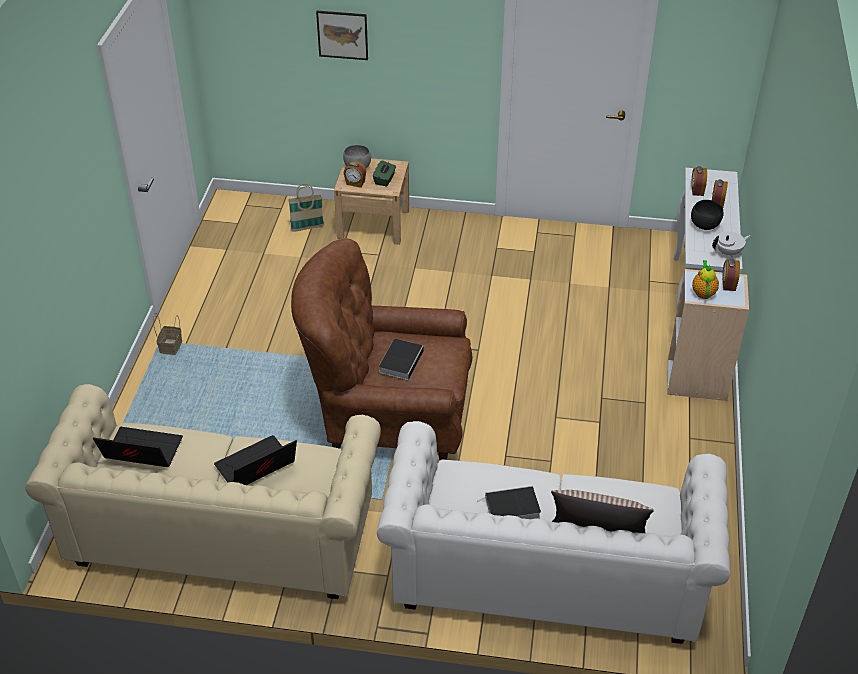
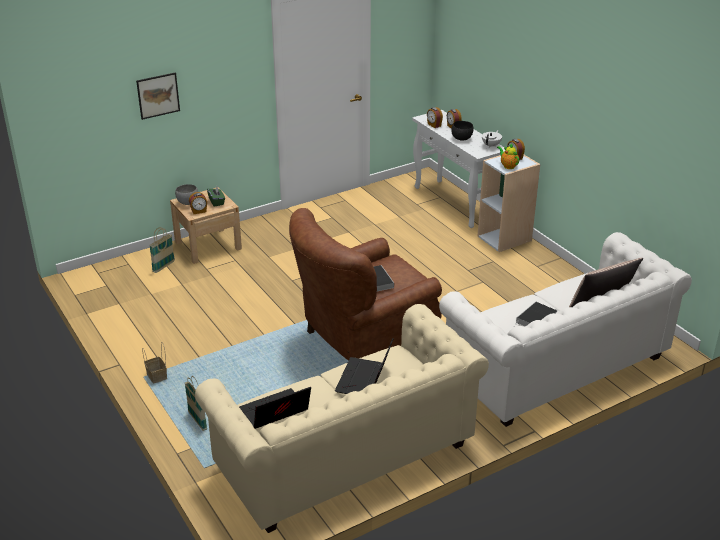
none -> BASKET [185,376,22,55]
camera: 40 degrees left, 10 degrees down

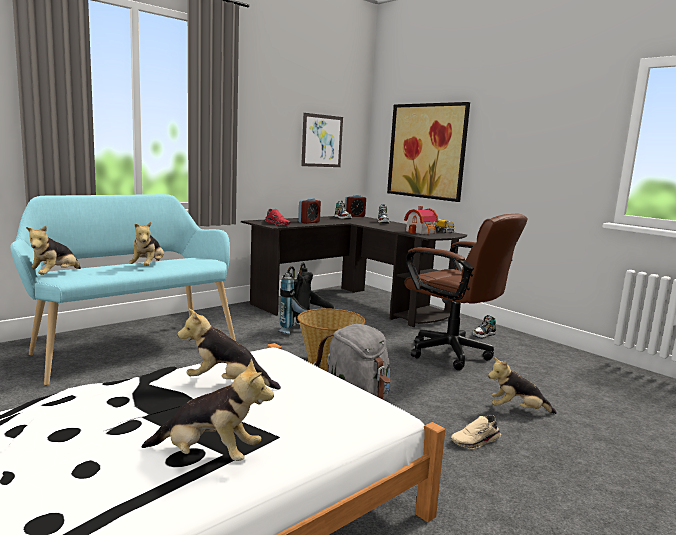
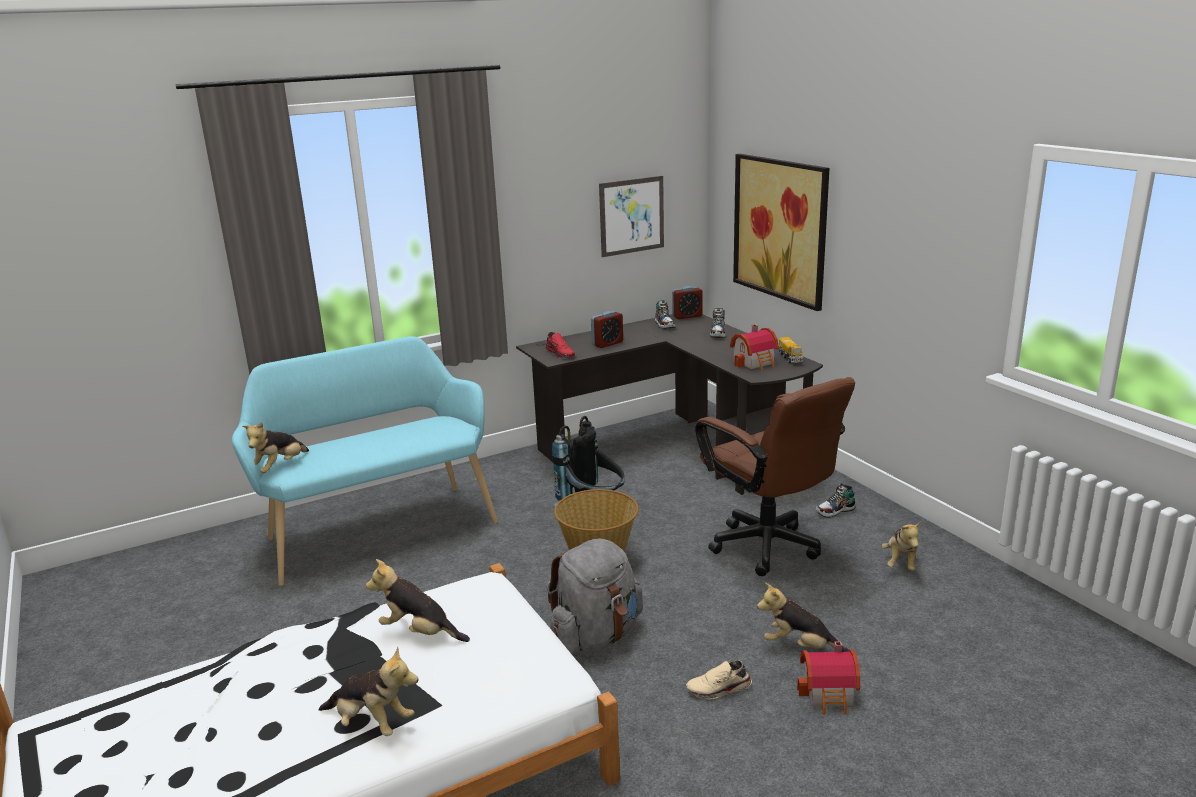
none -> TOY HOUSE [797,641,63,74]
PLUSH TOY [129,222,35,44] -> PLUSH TOY [882,521,39,50], relocated
camera: 15 degrees right, 10 degrees up

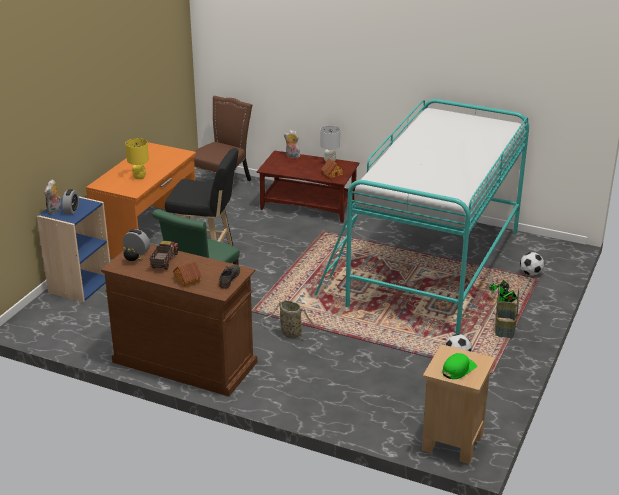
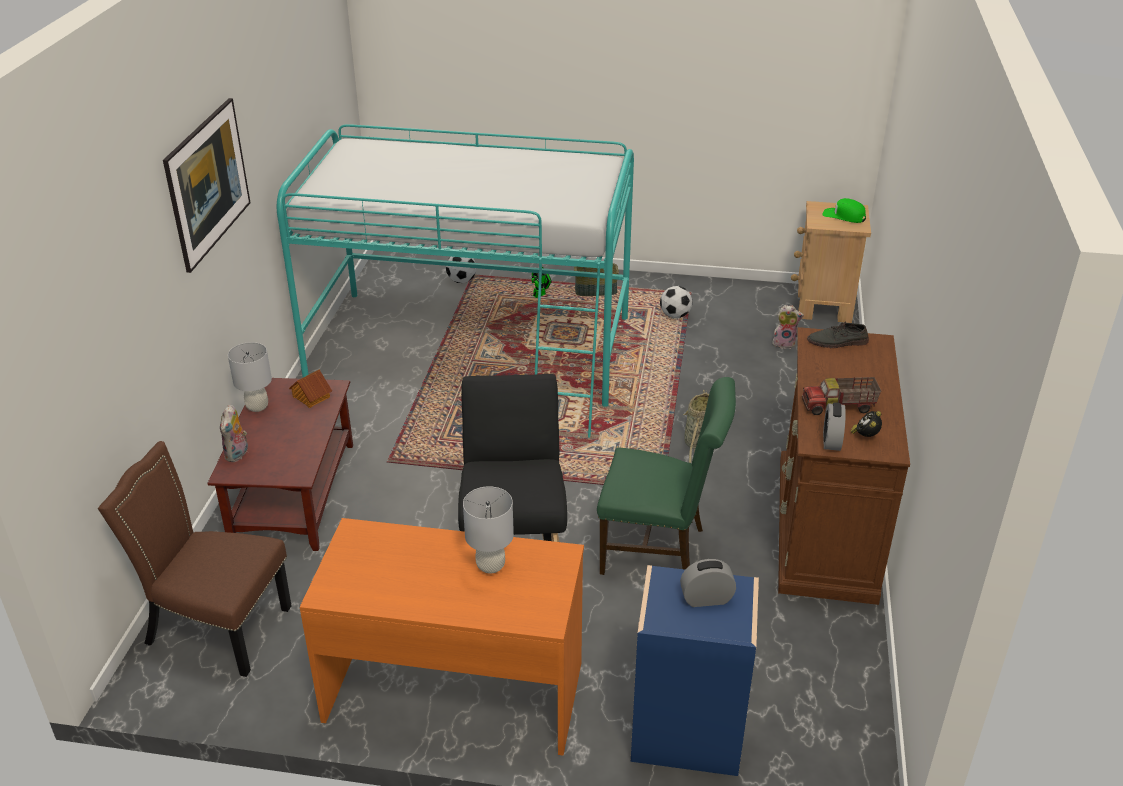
none -> PICTURE [163,98,87,175]
YELLOW TABLE LAMP [125,138,24,41] -> GREY TABLE LAMP [463,486,51,88]
PLUSH TOY [44,179,18,35] -> PLUSH TOY [772,305,32,44], relocated
TOY HOUSE [173,261,29,26] -> none
camera: 105 degrees left, 5 degrees up

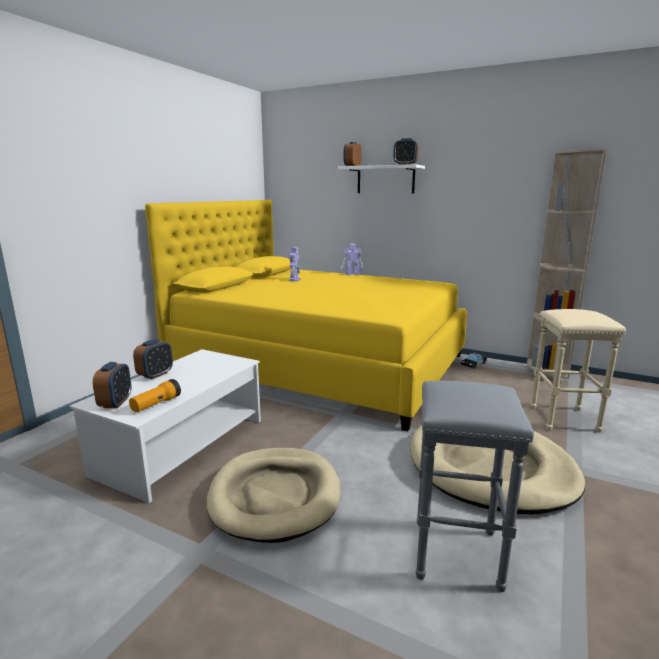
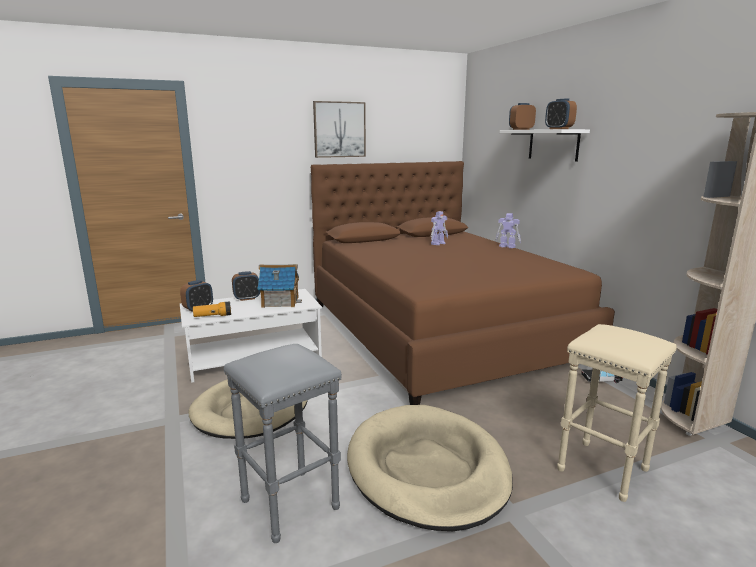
none -> TOY HOUSE [258,264,44,44]
YELLOW BED [145,200,322,232] -> BROWN BED [311,161,304,244]
none -> PICTURE [313,101,53,57]
camera: 40 degrees right, 0 degrees up

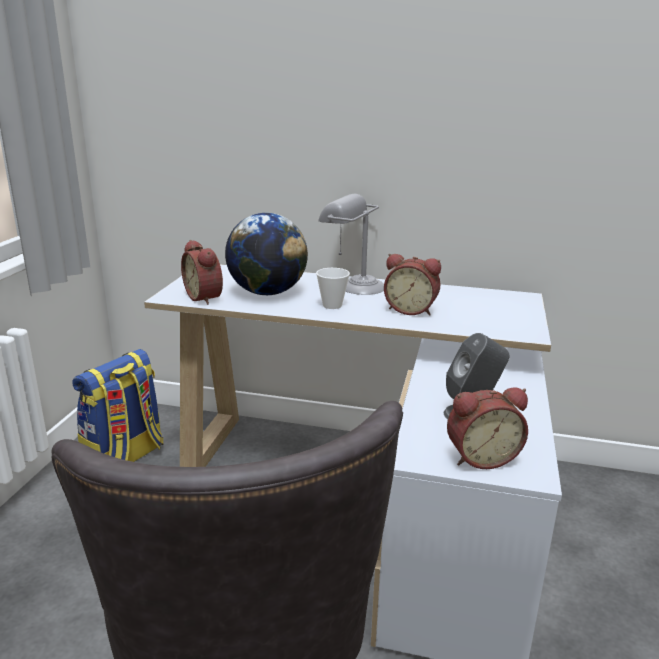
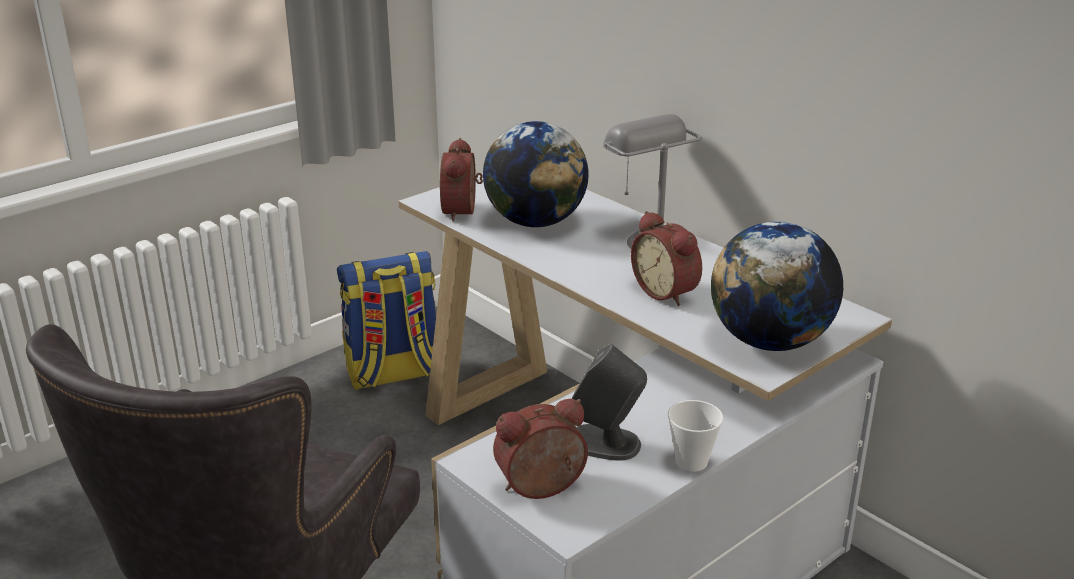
ALARM CLOCK [447,387,81,82] -> ALARM CLOCK [493,399,95,100], 135 degrees clockwise
CUP [316,268,34,41] -> CUP [668,400,56,72], relocated
none -> GLOBE [711,221,132,130]
camera: 35 degrees right, 5 degrees up

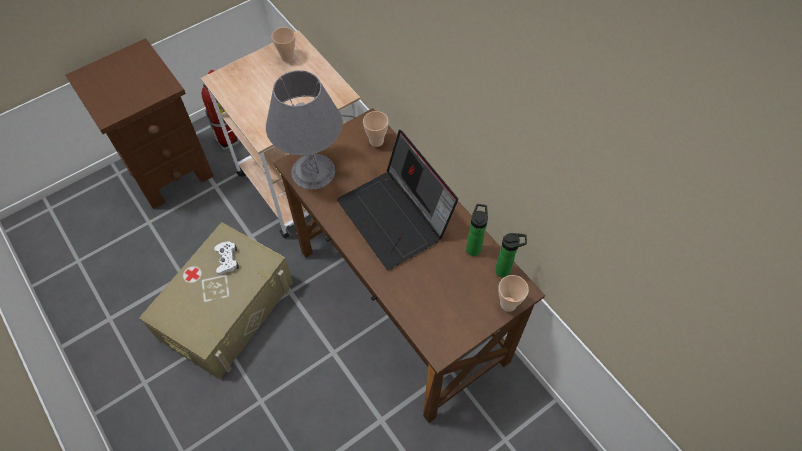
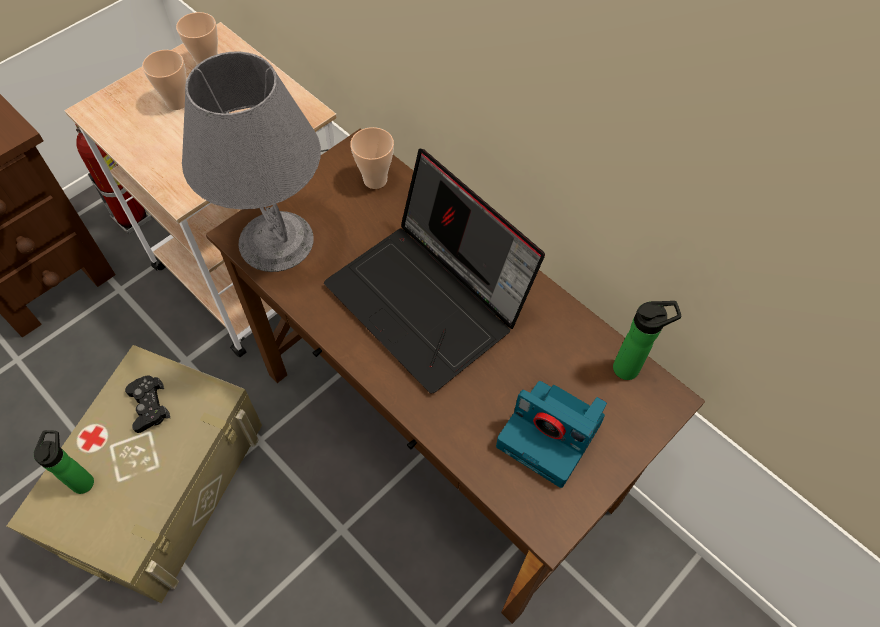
BOTTLE [466,204,22,52] -> BOTTLE [34,430,60,64], relocated
WHITE GAME CONTROLLER [214,241,25,34] -> BLACK GAME CONTROLLER [125,376,45,57]
CUP [498,275,31,37] -> CUP [142,50,44,60], relocated
none -> PHOTO CAMERA [496,381,111,107]
camera: 10 degrees left, 0 degrees up

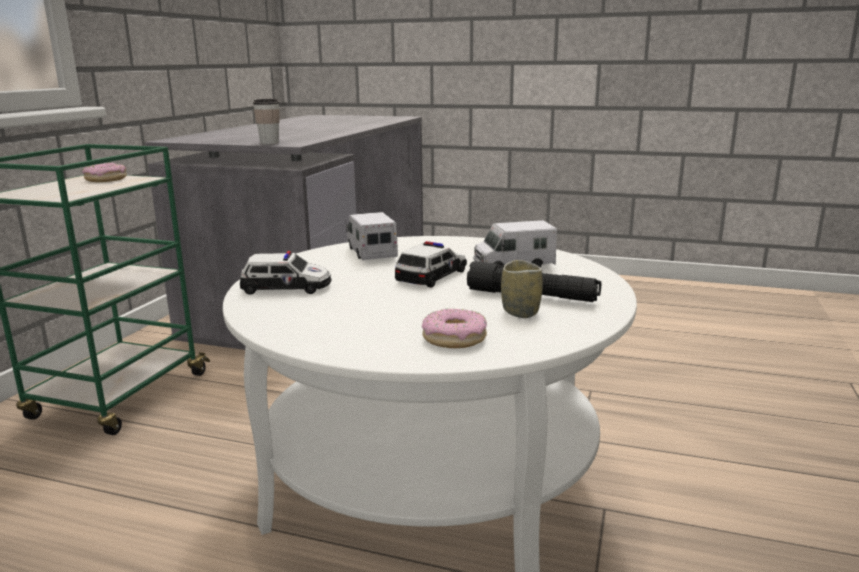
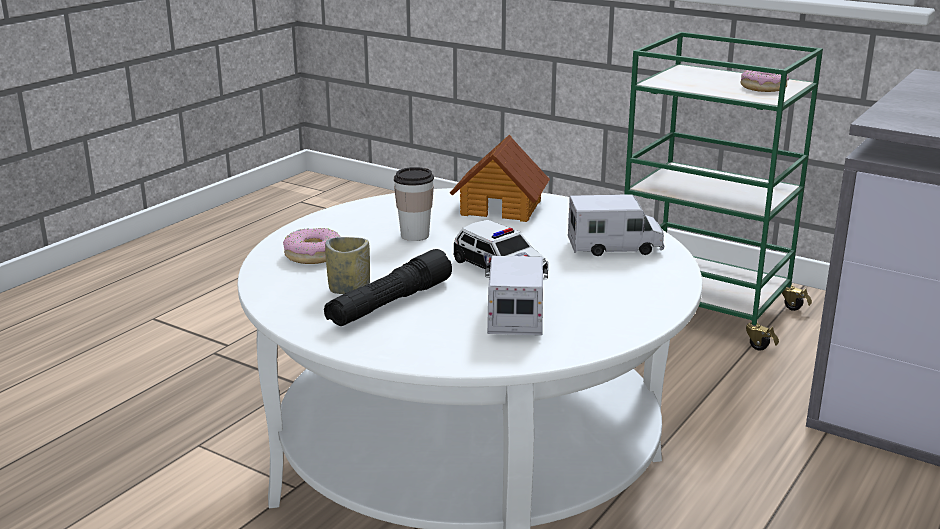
CUP [253,99,27,45] -> CUP [394,167,40,74], relocated
TOY CAR [240,251,91,44] -> TOY HOUSE [450,134,100,88]
camera: 105 degrees right, 5 degrees up

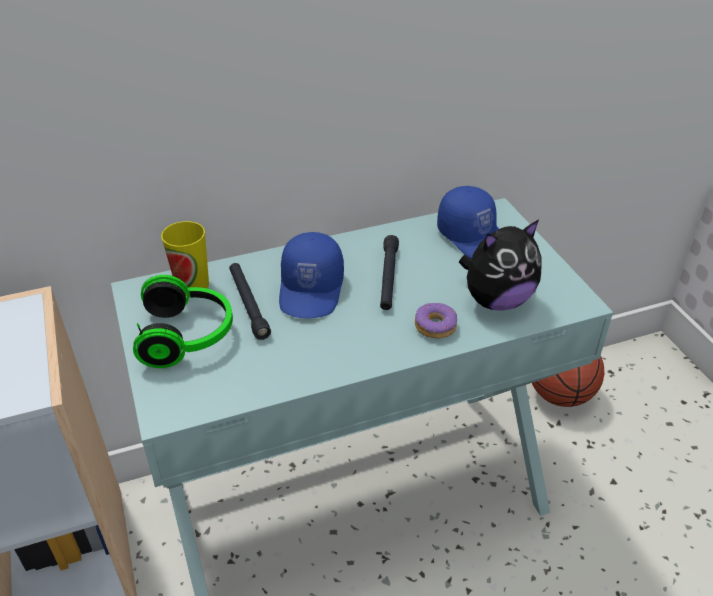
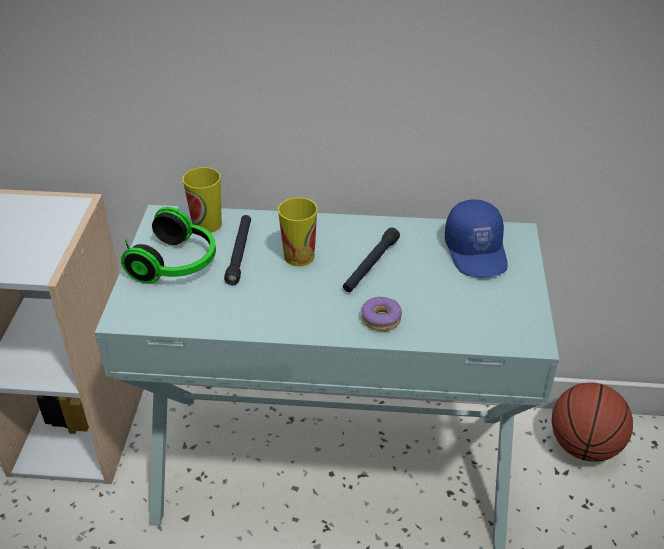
BLUE CAP [279,232,65,86] -> CUP [278,197,40,69]
PLUSH TOY [459,219,83,92] -> none
camera: 25 degrees right, 0 degrees up

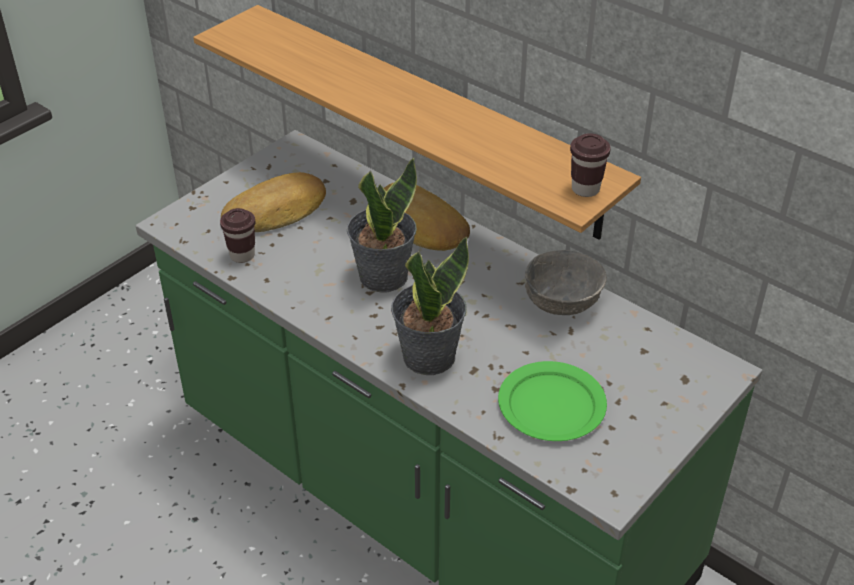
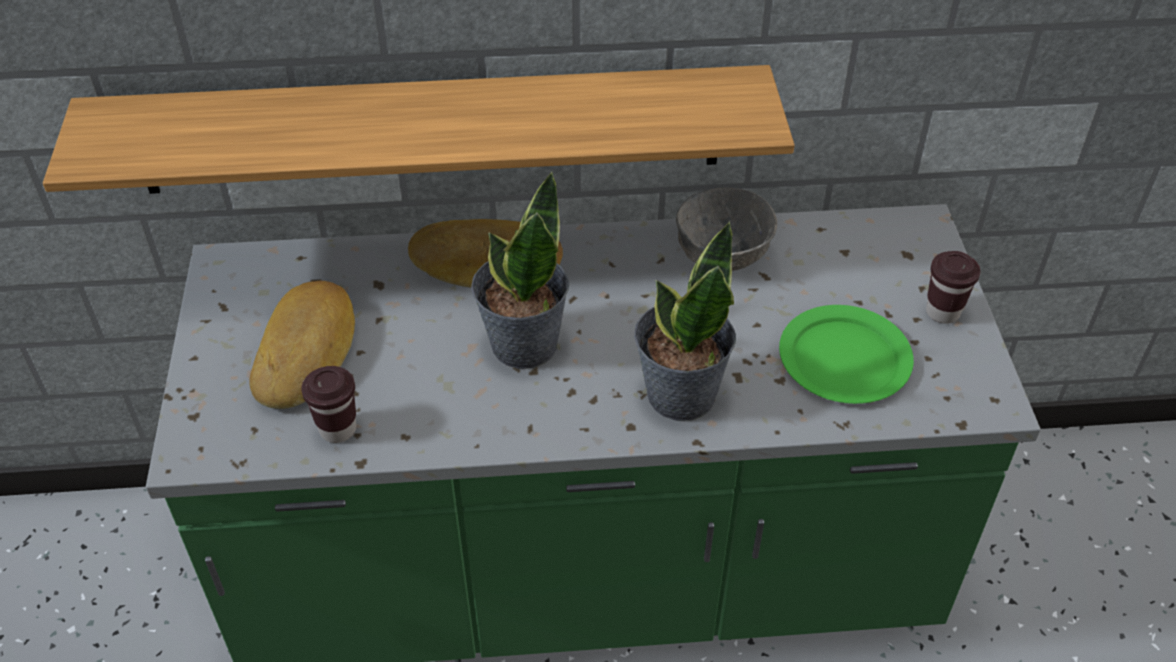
BROWN CUP [570,133,41,64] -> BROWN CUP [926,251,55,73], relocated
camera: 45 degrees left, 5 degrees up

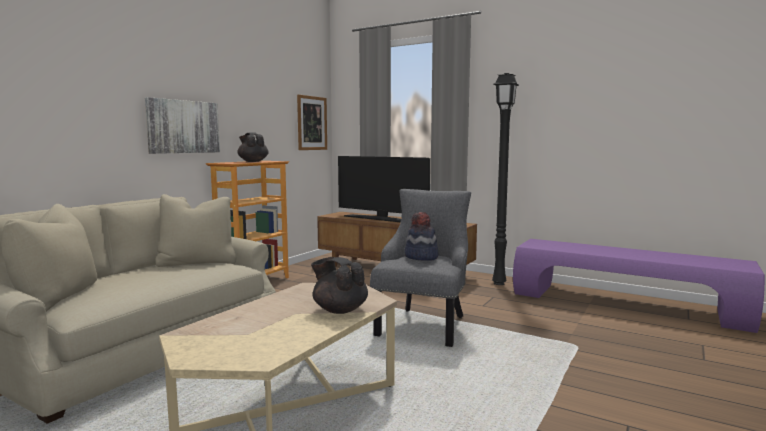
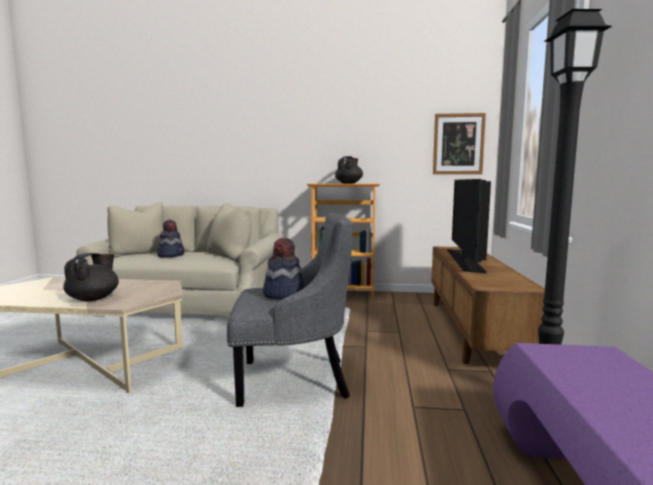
none -> HAT [157,220,27,38]
PICTURE [145,97,75,57] -> none
camera: 65 degrees right, 0 degrees up

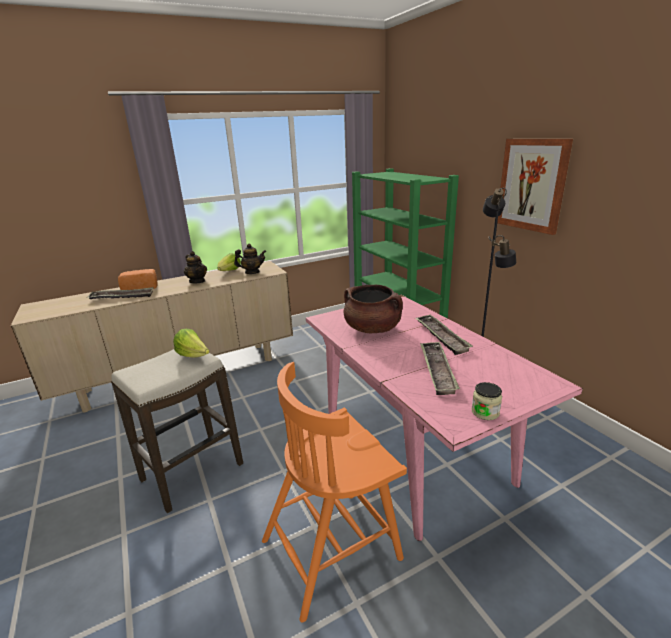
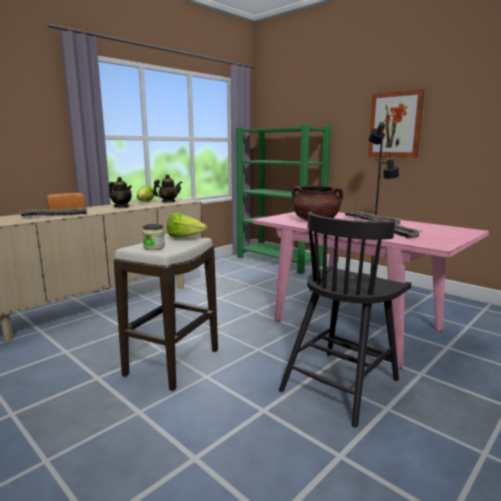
JAR [472,382,30,38] -> JAR [142,224,23,26], relocated
ORANGE CHAIR [262,362,145,260] -> BLACK CHAIR [279,211,132,217]
camera: 20 degrees left, 10 degrees down

